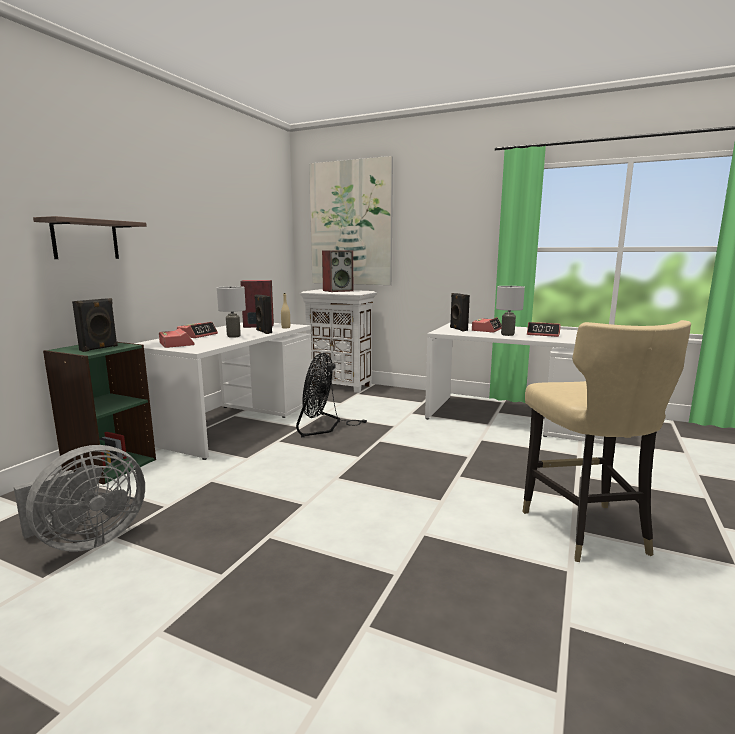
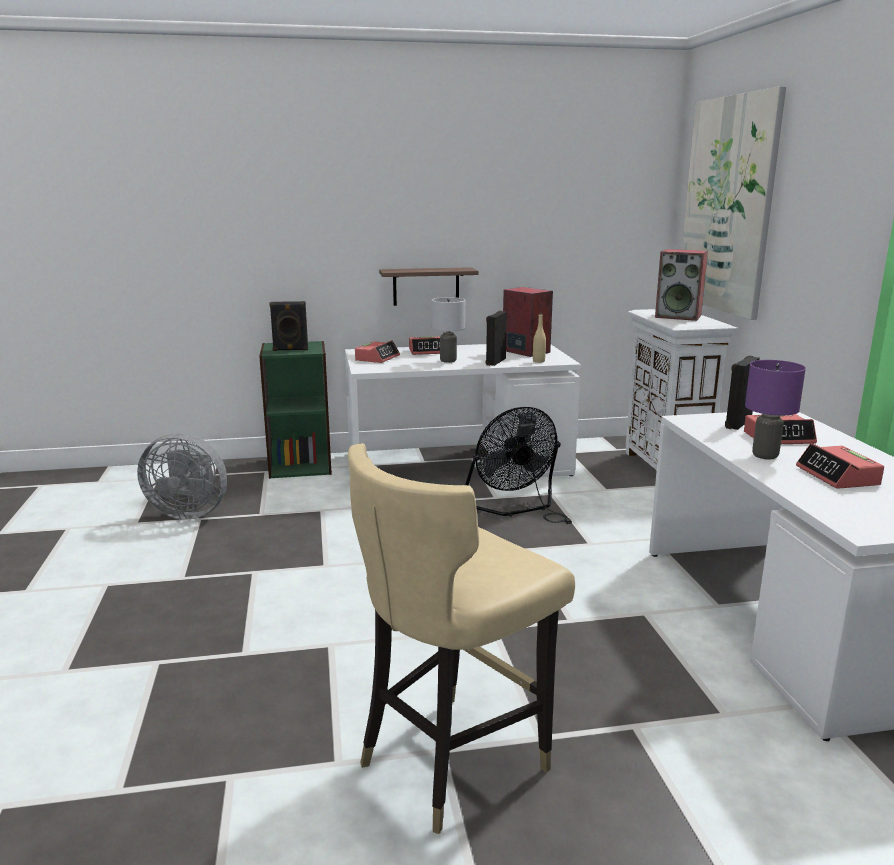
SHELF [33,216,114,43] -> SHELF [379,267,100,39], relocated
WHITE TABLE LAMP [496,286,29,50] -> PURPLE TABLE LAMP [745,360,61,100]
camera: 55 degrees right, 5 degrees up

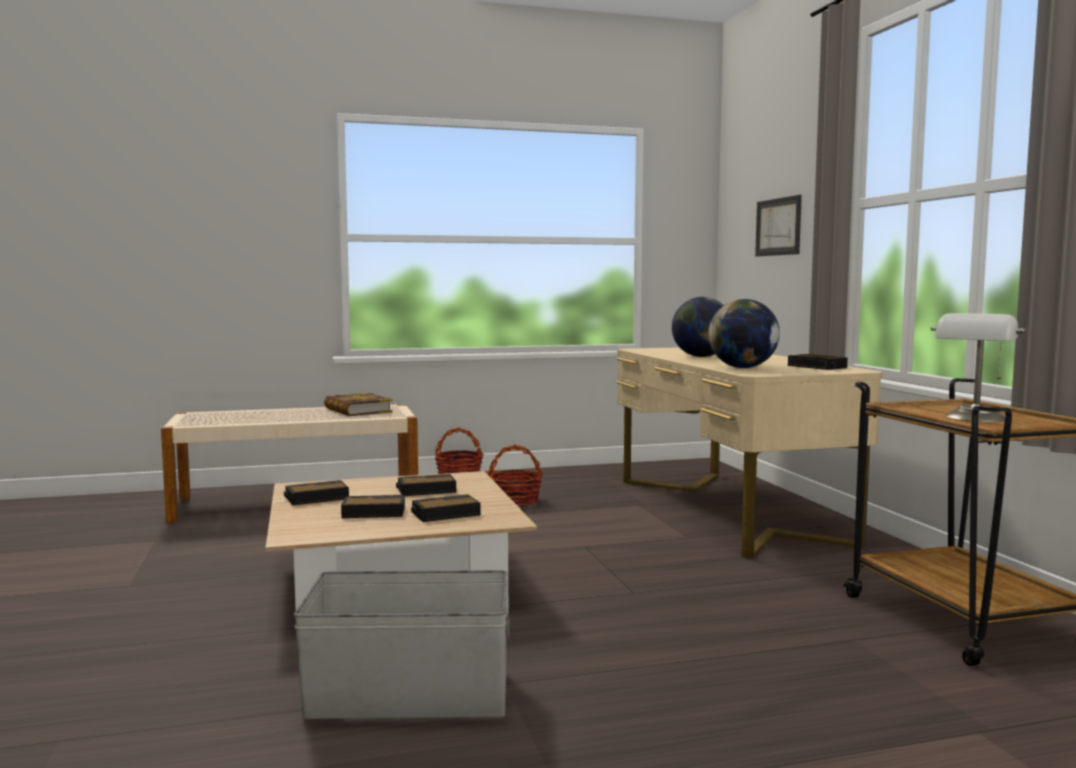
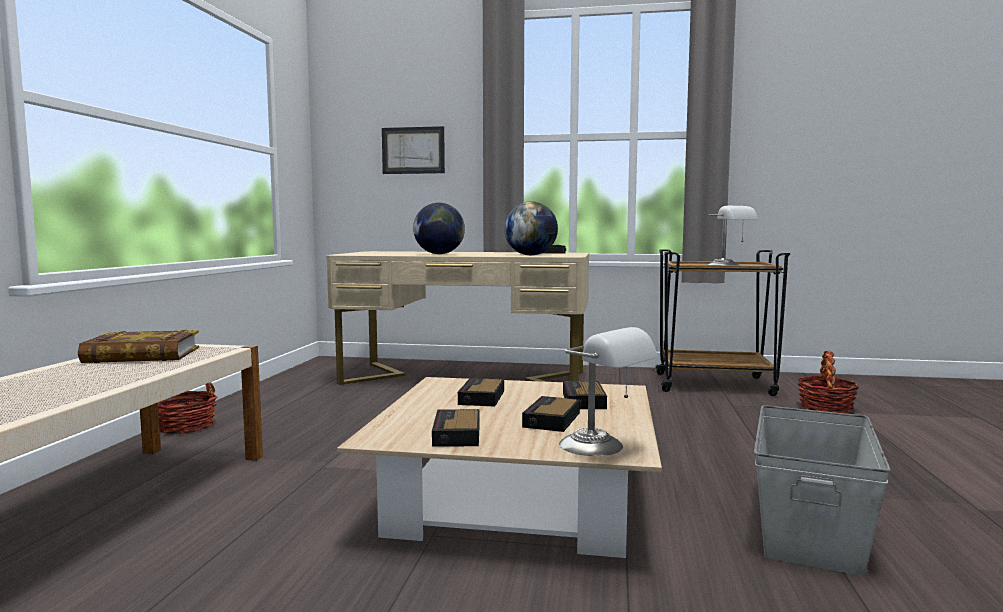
none -> WHITE TABLE LAMP [559,327,98,129]
BASKET [487,444,56,62] -> BASKET [798,350,61,63], relocated
camera: 65 degrees left, 0 degrees up

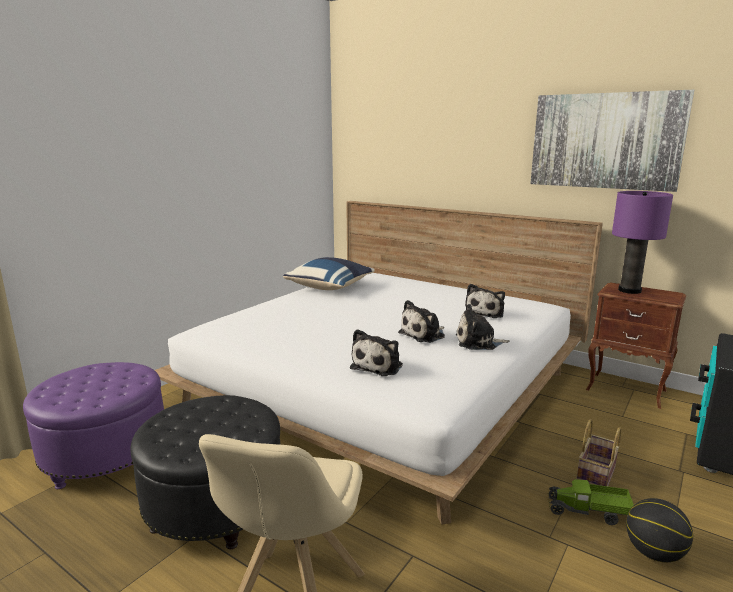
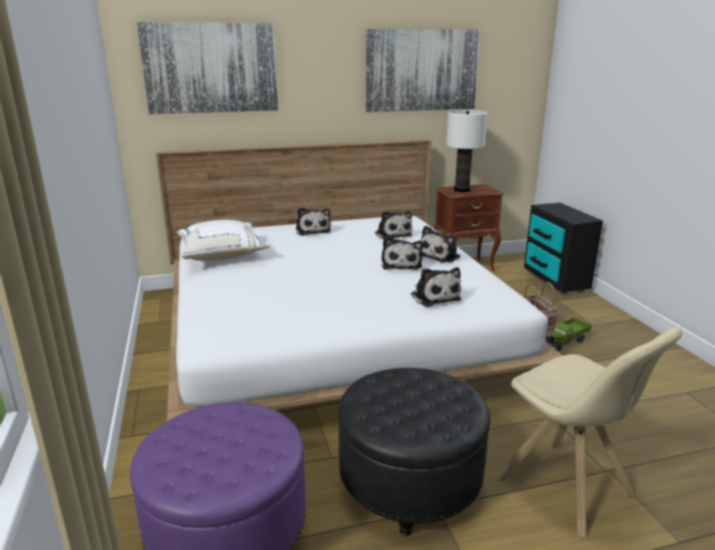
none -> PICTURE [137,22,141,92]
BLUE PILLOW [283,257,92,33] -> WHITE PILLOW [177,220,93,41]
none -> PLUSH TOY [296,207,35,29]
PURPLE TABLE LAMP [612,191,61,103] -> WHITE TABLE LAMP [446,110,41,82]
BASKETBALL [626,498,67,64] -> none
camera: 50 degrees left, 5 degrees up

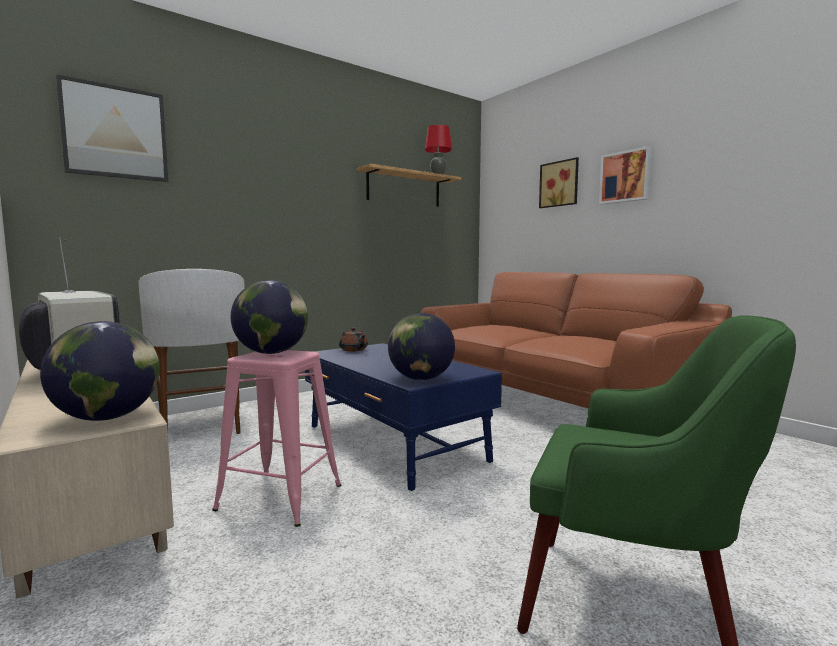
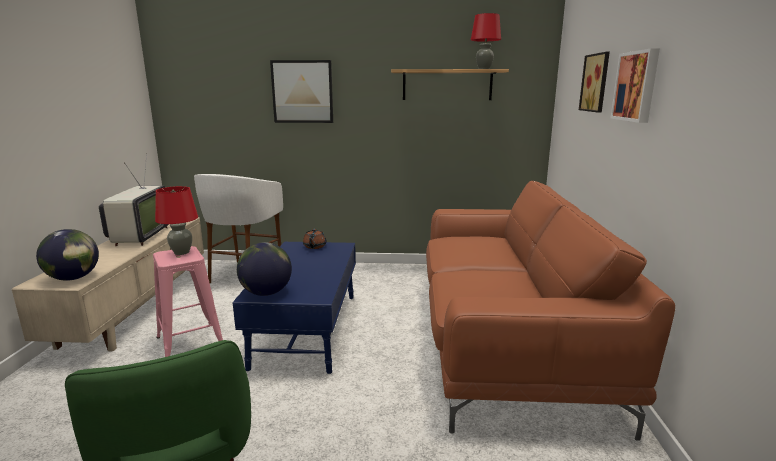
GLOBE [231,280,77,74] -> RED TABLE LAMP [155,186,43,69]
PICTURE [56,74,112,108] -> PICTURE [270,60,63,63], relocated
camera: 40 degrees right, 10 degrees up

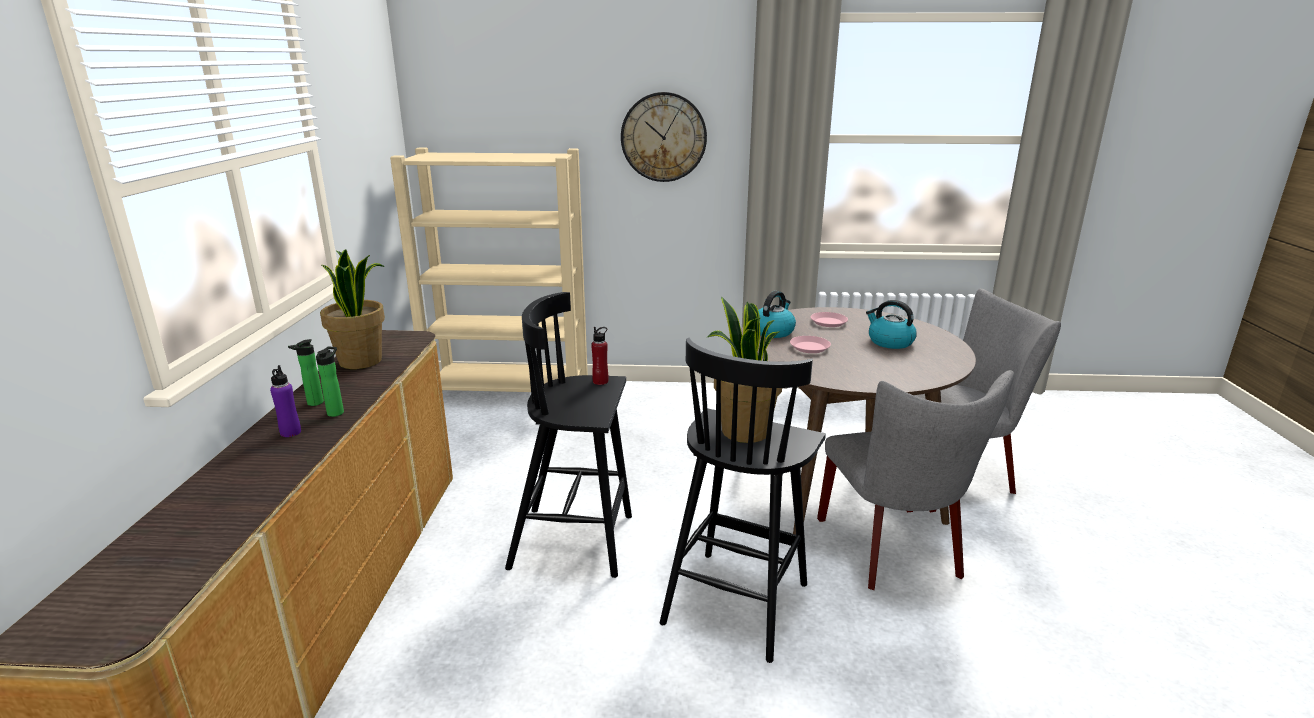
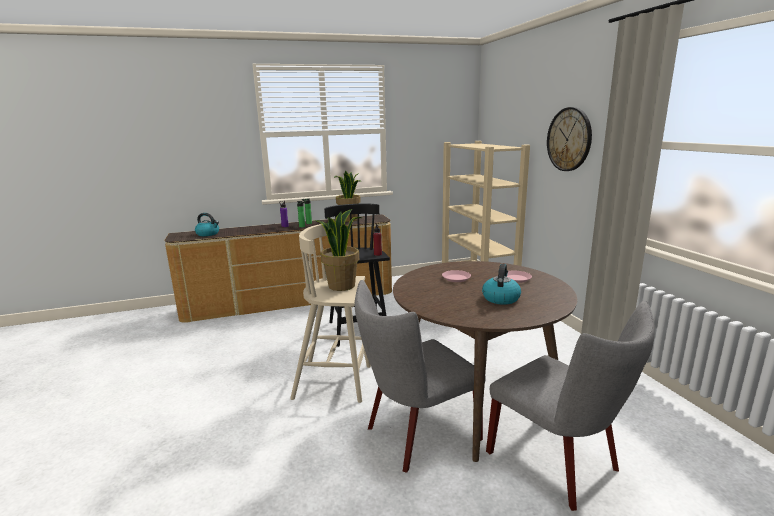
KETTLE [758,291,38,47] -> KETTLE [195,213,24,23], relocated
BLACK STOOL [660,337,166,326] -> BEIGE STOOL [290,224,81,179]
camera: 70 degrees right, 5 degrees down

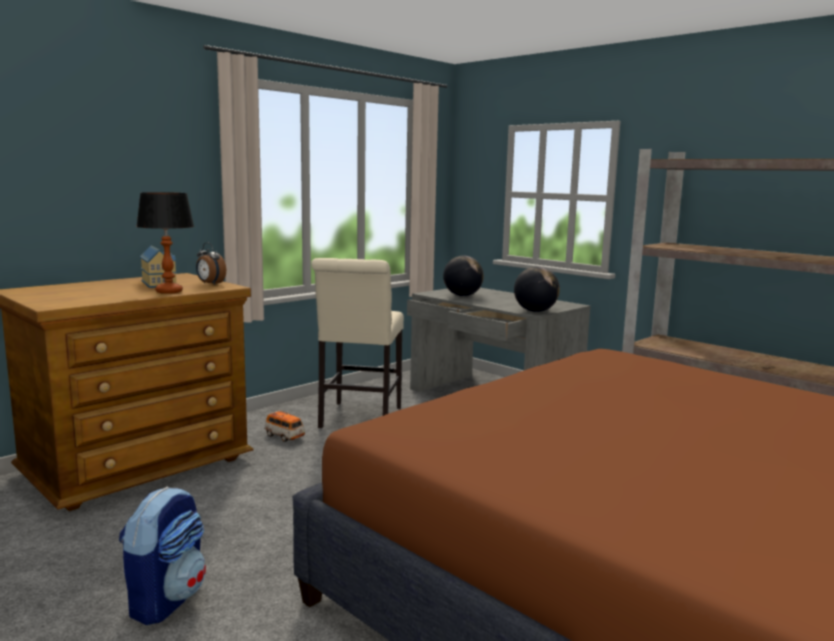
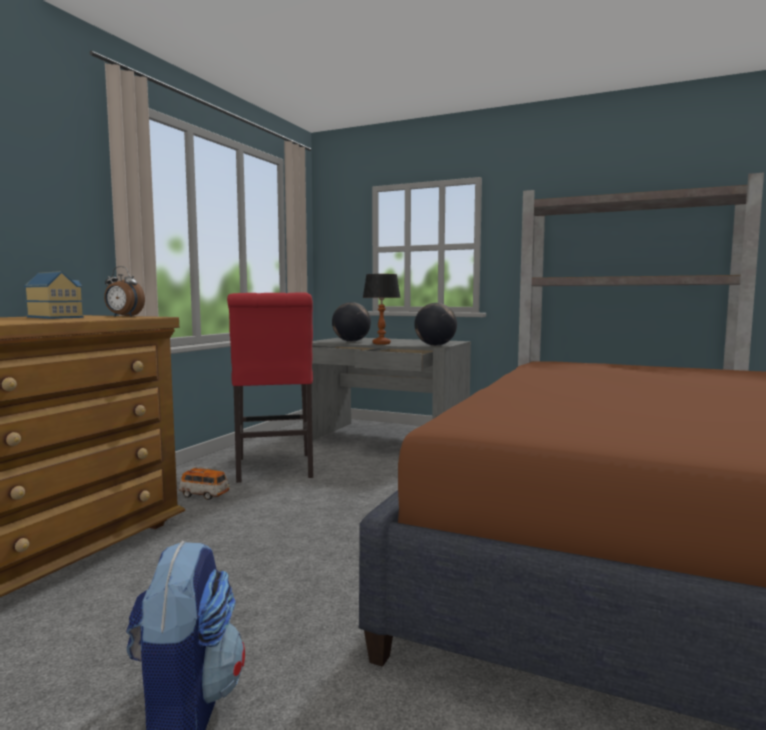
BEIGE STOOL [311,258,93,170] -> RED STOOL [227,292,86,191]
TABLE LAMP [136,192,58,102] -> TABLE LAMP [363,274,38,71], relocated
camera: 20 degrees left, 5 degrees down

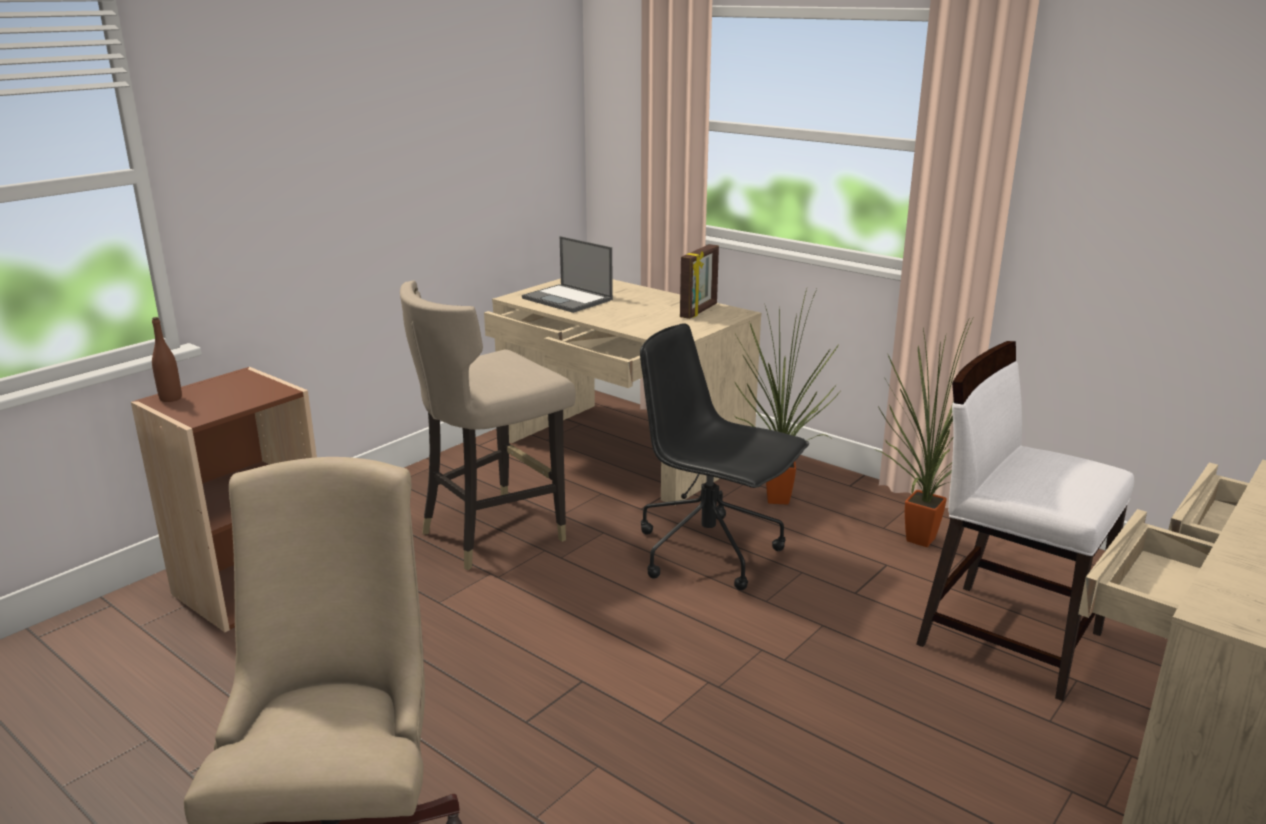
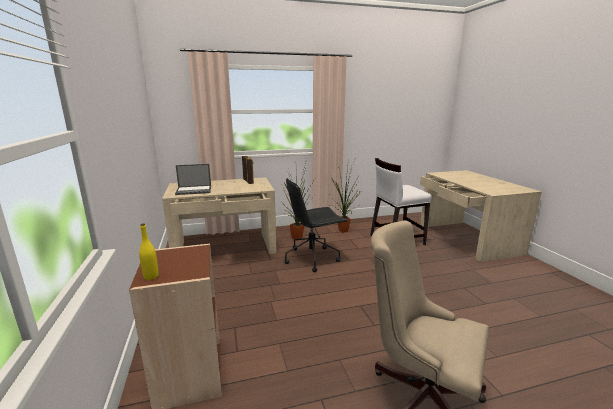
BROWN BOTTLE [152,317,30,85] -> YELLOW BOTTLE [139,223,20,57]
BEIGE STOOL [400,281,176,289] -> none
camera: 55 degrees left, 5 degrees down

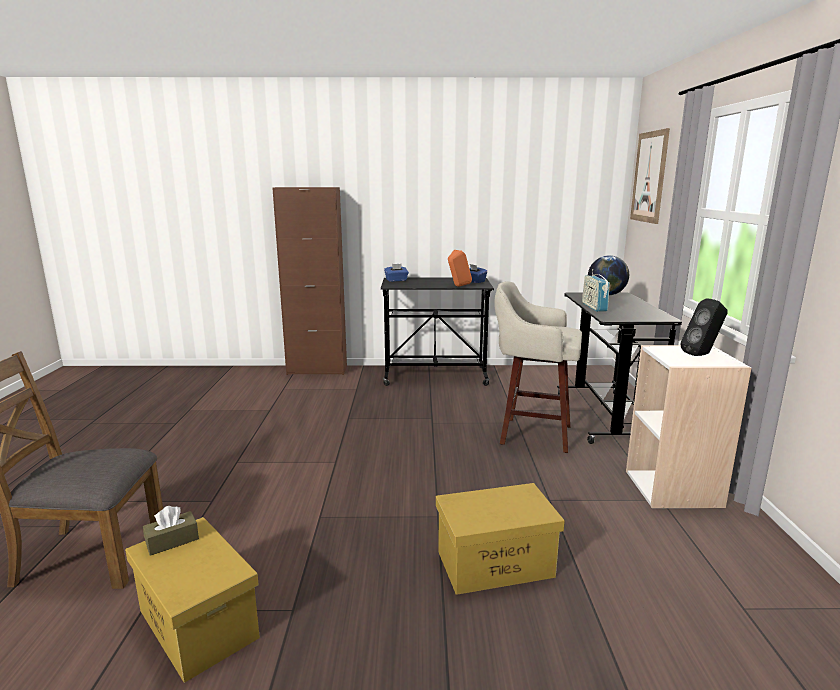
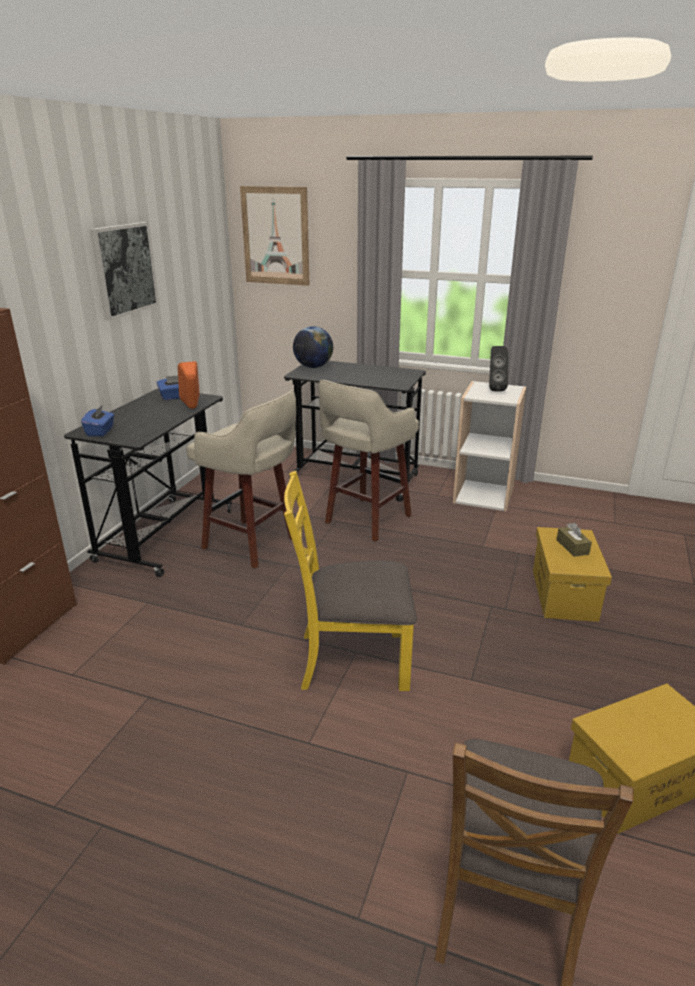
none -> PICTURE [90,222,69,99]
none -> BEIGE STOOL [187,390,109,179]
none -> YELLOW CHAIR [284,471,133,220]
BROWN TISSUE BOX [143,506,56,50] -> BROWN TISSUE BOX [557,522,35,35], relocated
RADIO [582,269,28,43] -> none
camera: 70 degrees left, 10 degrees up

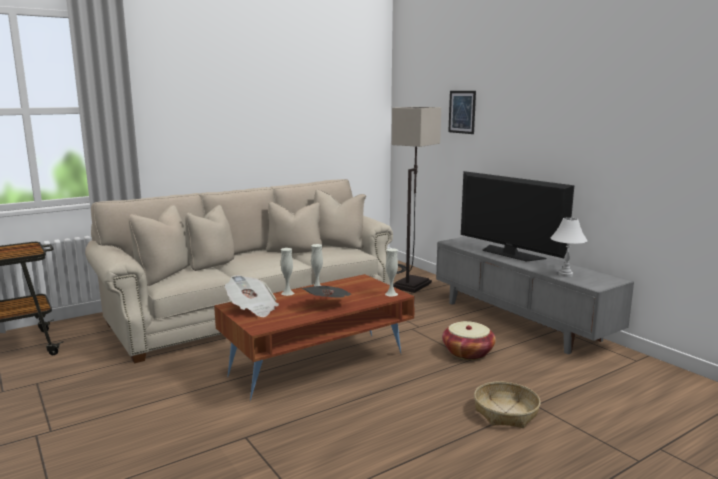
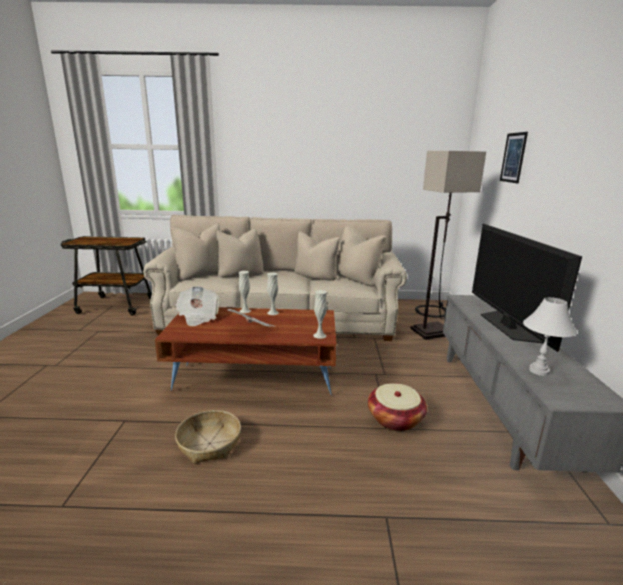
BASKET [474,381,67,47] -> BASKET [175,410,66,54], relocated
camera: 35 degrees right, 5 degrees up

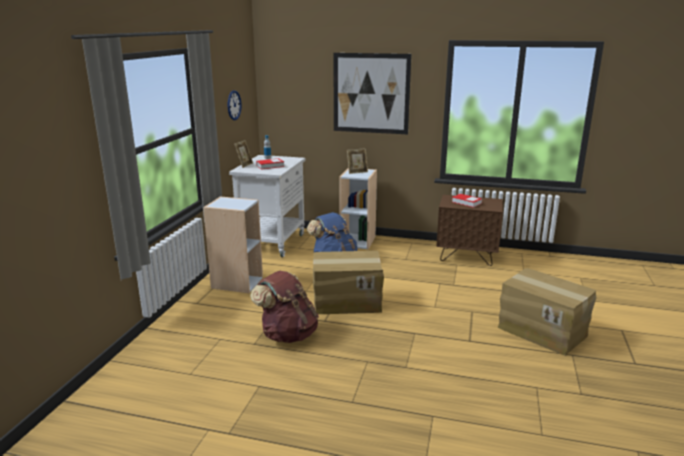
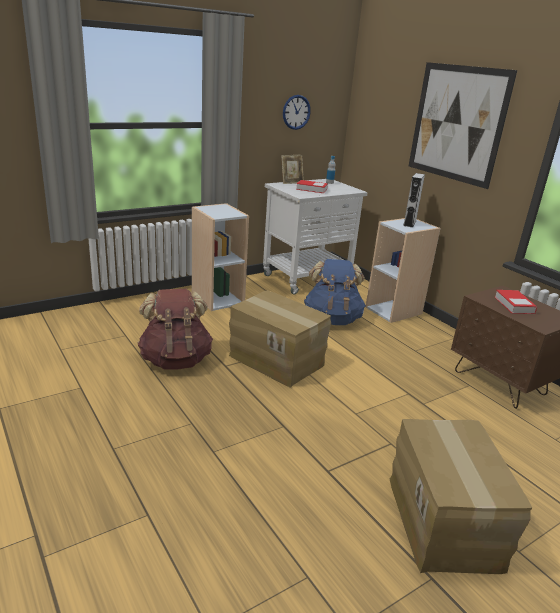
PICTURE FRAME [347,149,21,25] -> GREY SPEAKER [403,173,22,55]
camera: 40 degrees right, 5 degrees up

